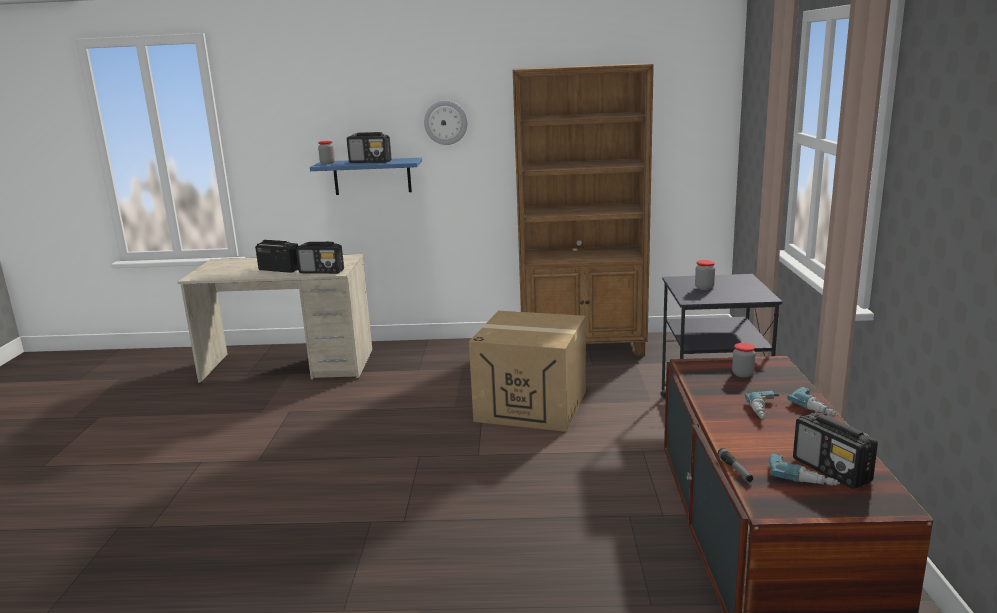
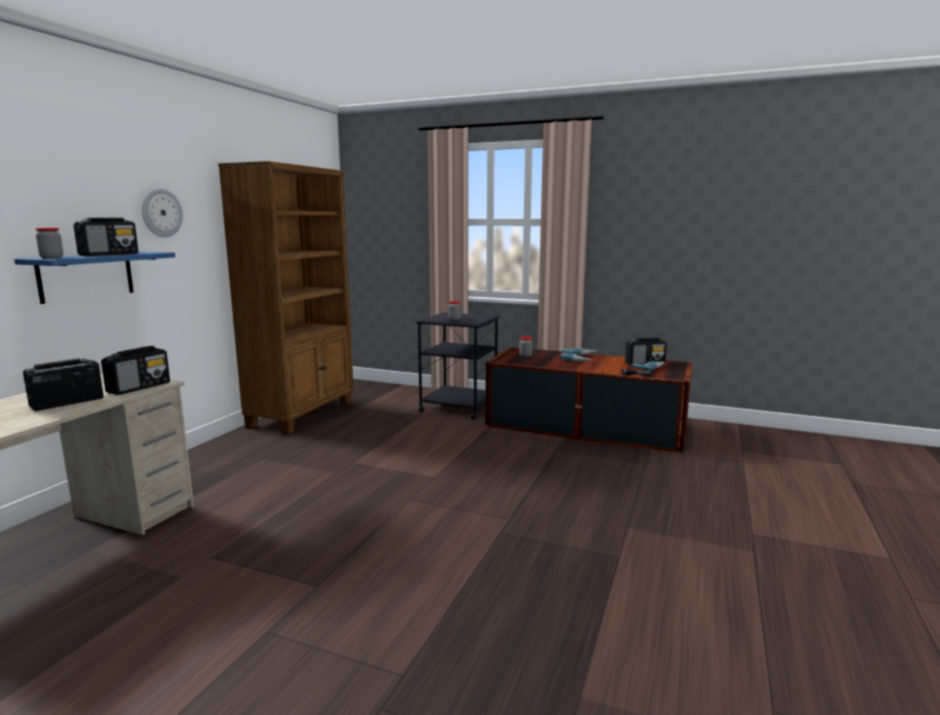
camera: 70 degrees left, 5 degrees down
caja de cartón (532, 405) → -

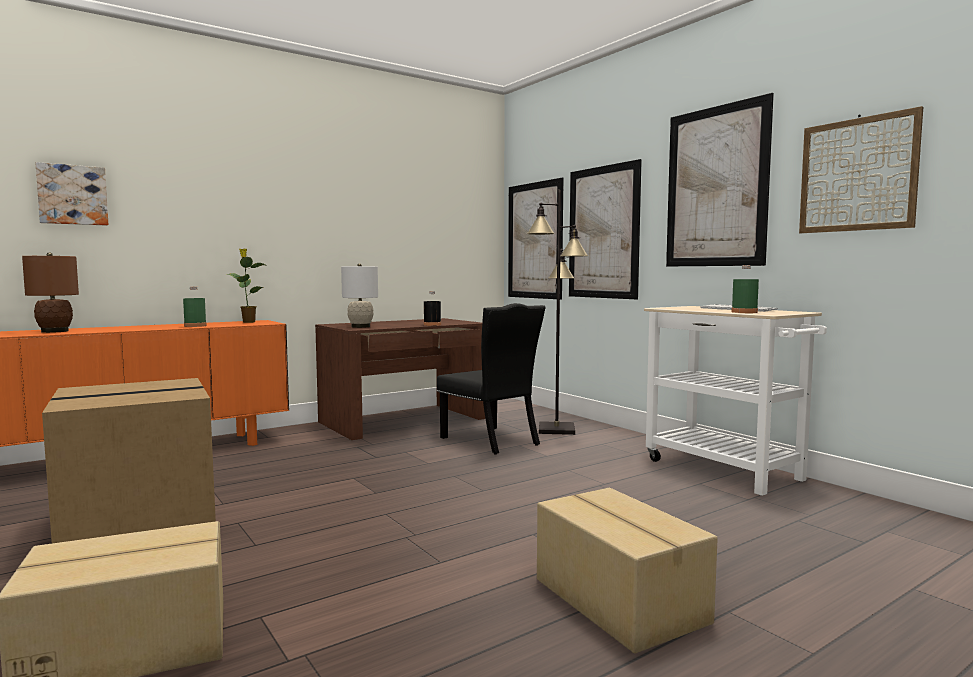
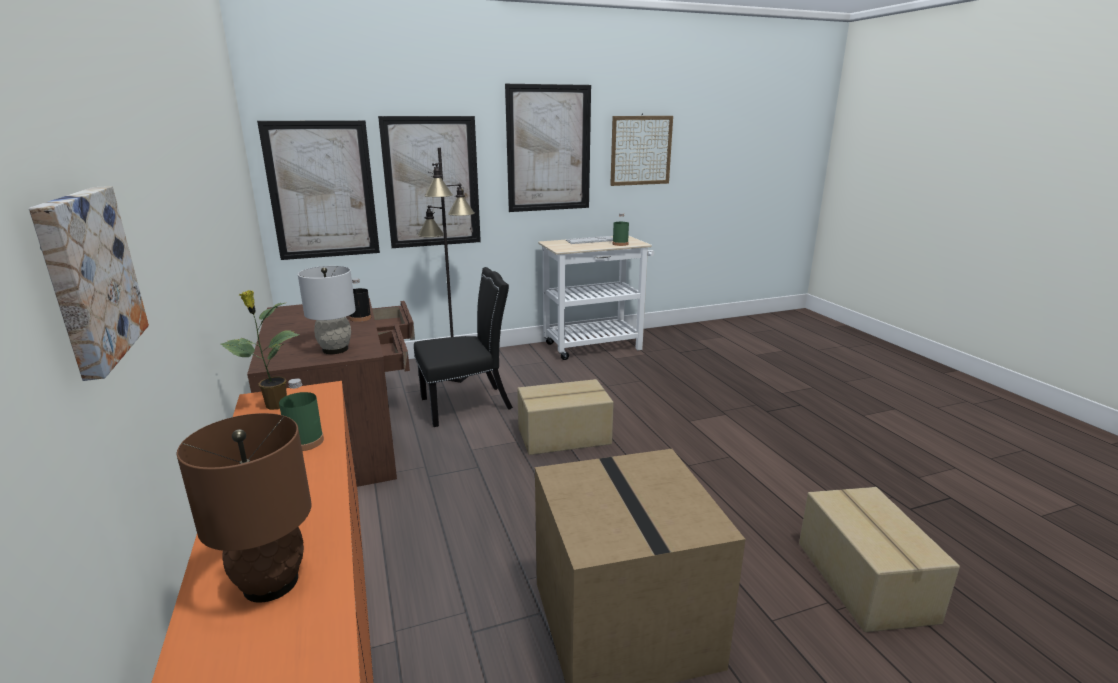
camera: 75 degrees left, 15 degrees up
caja de cartón (618, 601) → caja de cartón (564, 436), moved

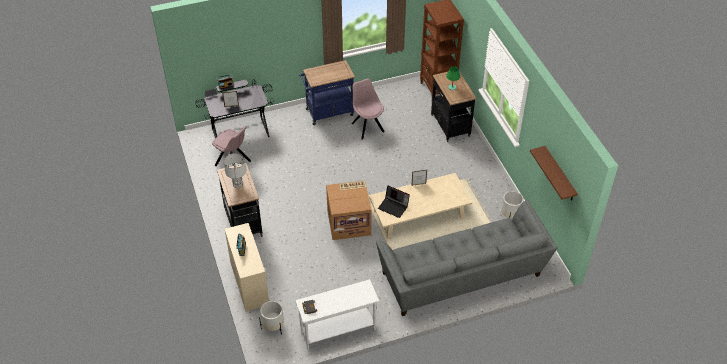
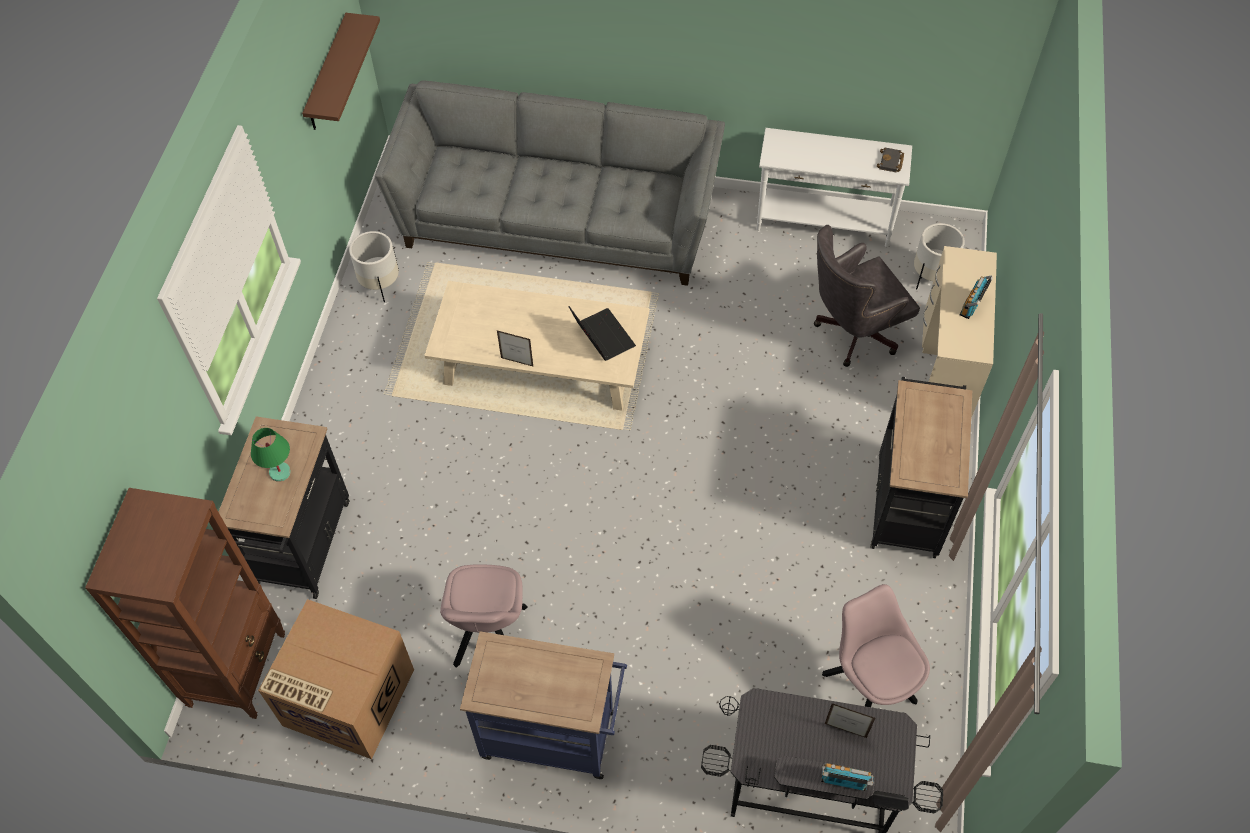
camera: 150 degrees left, 10 degrees up
lámpara de mesa [blanco] (238, 184) → -
- → silla de oficina [gris] (852, 335)
caja de cartón (349, 222) → caja de cartón (346, 698), moved

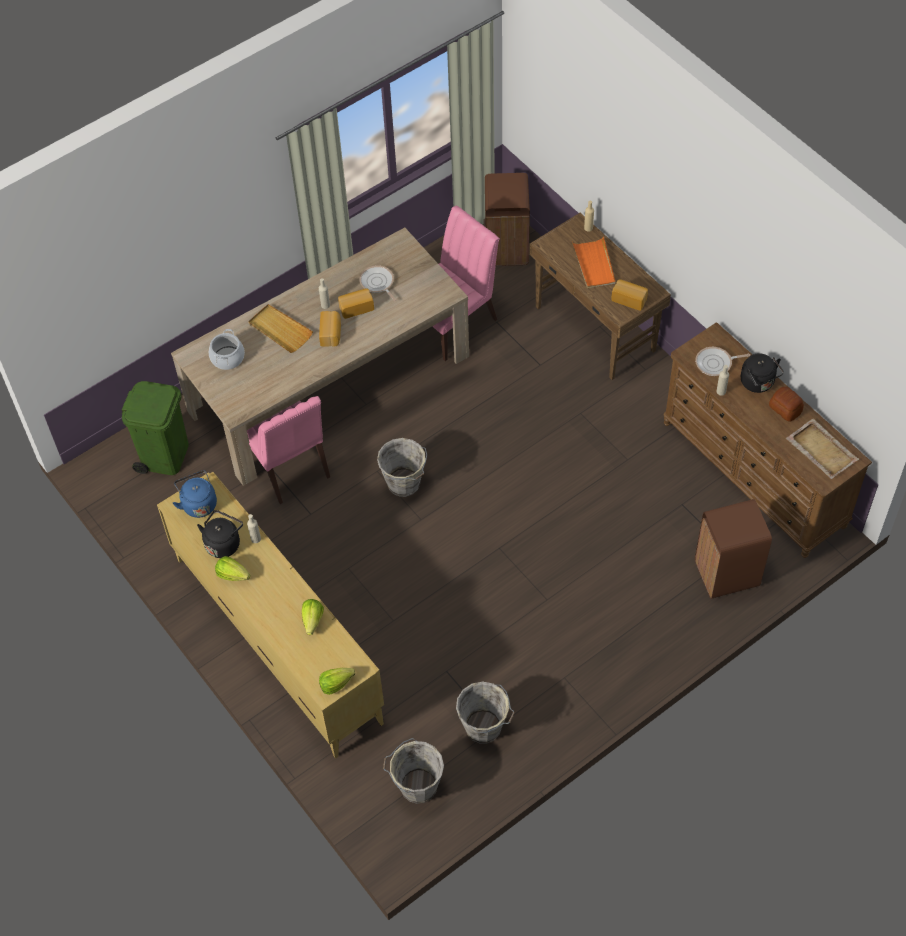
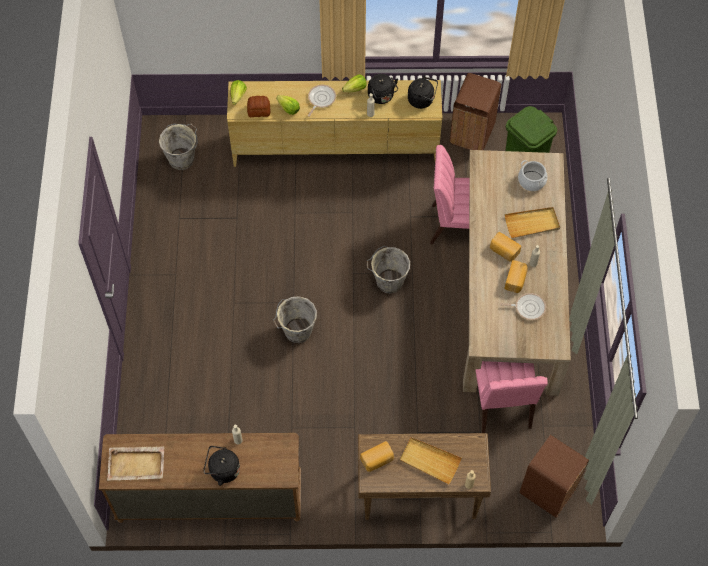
camera: 125 degrees right, 5 degrees up
cubo [gris] (484, 728) → cubo [gris] (297, 331), moved
sartén (716, 363) → sartén (320, 99), moved
papelera [marrón] (726, 573) → papelera [marrón] (472, 134), moved
pan (785, 408) → pan (259, 111), moved
hervidor [azul] (198, 503) → hervidor [negro] (422, 100)
bandeja [naranja] (594, 264) → bandeja [beis] (429, 461)

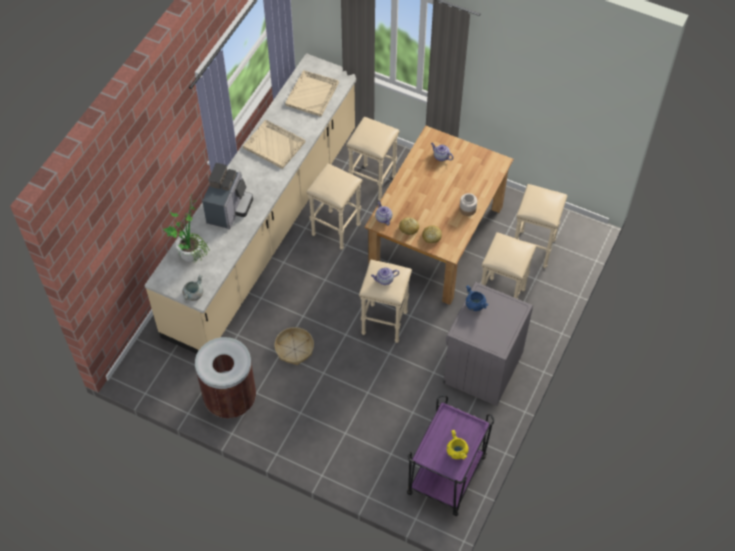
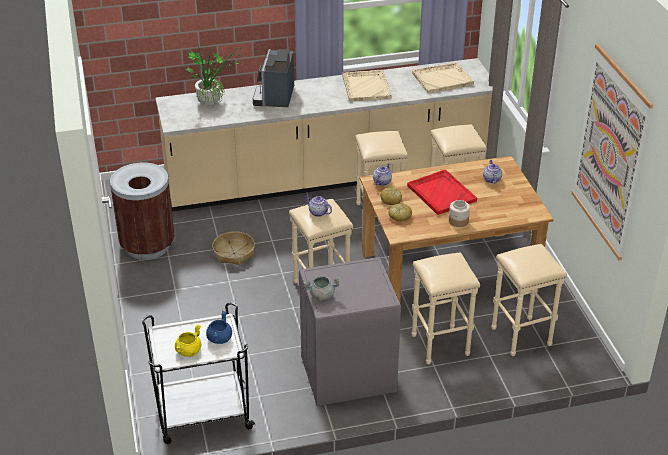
camera: 50 degrees right, 20 degrees down
- → bandeja [rojo] (441, 193)
- → cuadro (610, 152)
olla [gris] (193, 294) → olla [gris] (322, 295), moved
olla [azul] (475, 304) → olla [azul] (219, 338), moved
carrito [morado] (446, 476) → carrito [blanco] (202, 413)
cafetera (229, 209) → cafetera (275, 97), 120 degrees clockwise

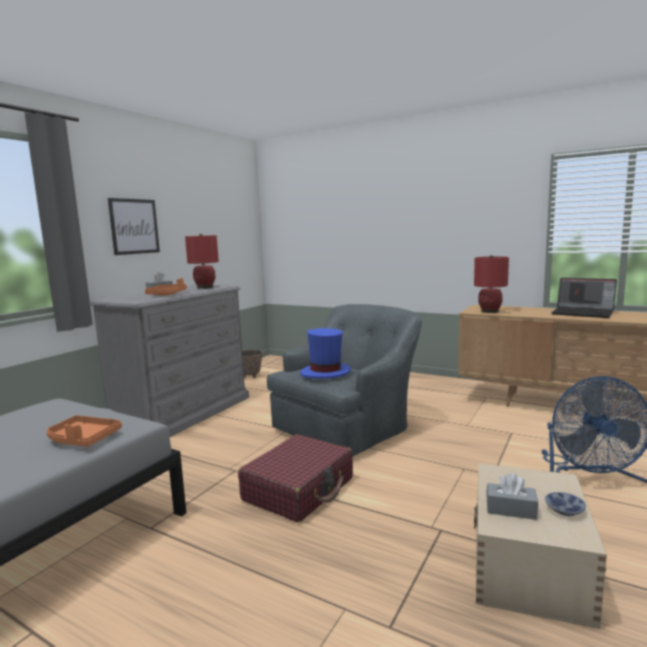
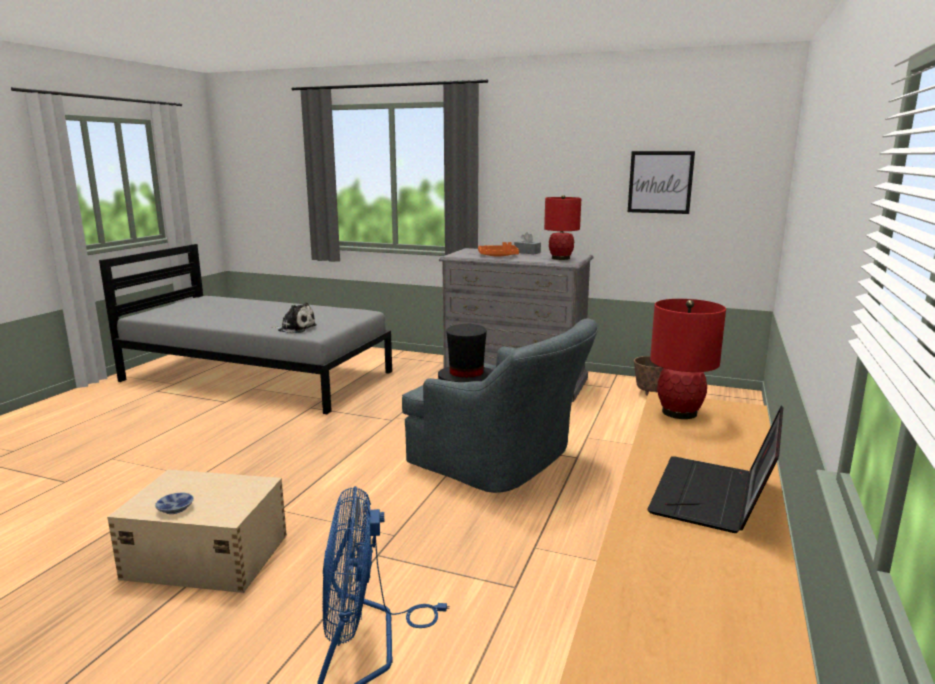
camera: 80 degrees right, 5 degrees up
maleta [rojo] (299, 489) → -
caja de pañuelos [gris] (511, 509) → -
cuadro (134, 226) → cuadro (660, 182), moved
bandeja [naranja] (83, 439) → peluche (295, 328)
sombrero [azul] (325, 373) → sombrero [negro] (466, 377)

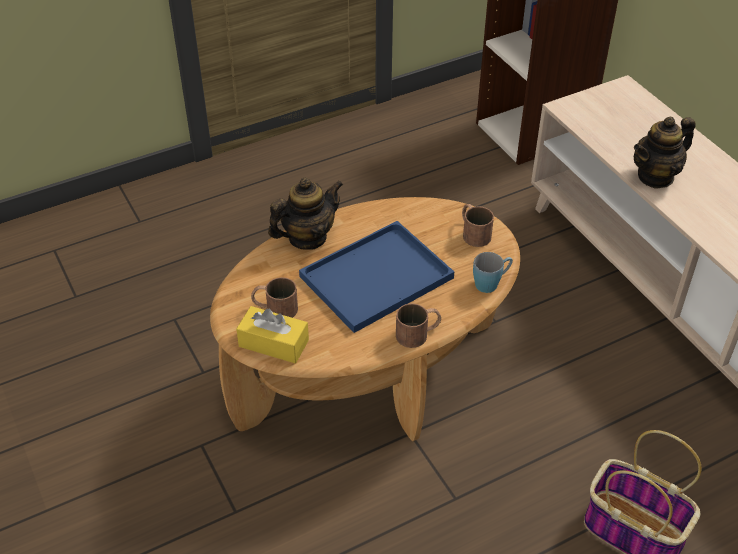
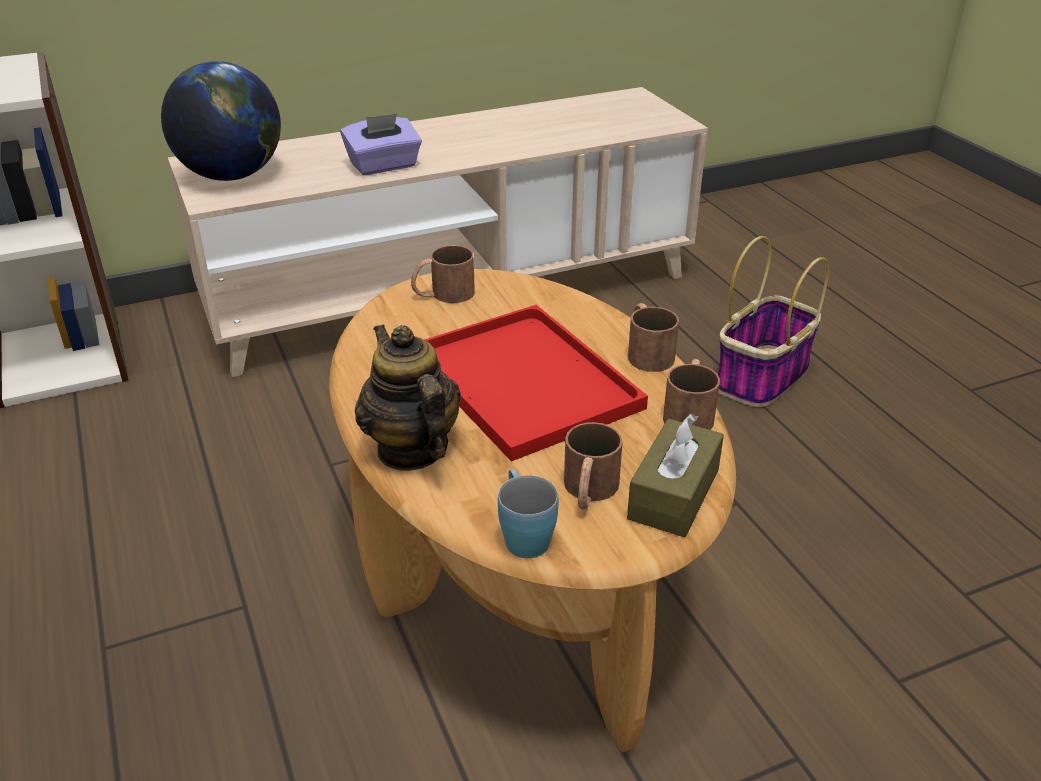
camera: 85 degrees left, 10 degrees down
- → globo terráqueo (232, 176)
- → taza grande [marrón] (689, 412)
taza grande [azul] (491, 283) → taza grande [azul] (523, 535), moved
tetera (655, 176) → caja de pañuelos [morado] (384, 166)
caja de pañuelos [amarillo] (273, 343) → caja de pañuelos [marrón] (674, 494)
bandeja [azul] (377, 275) → bandeja [rojo] (520, 380)

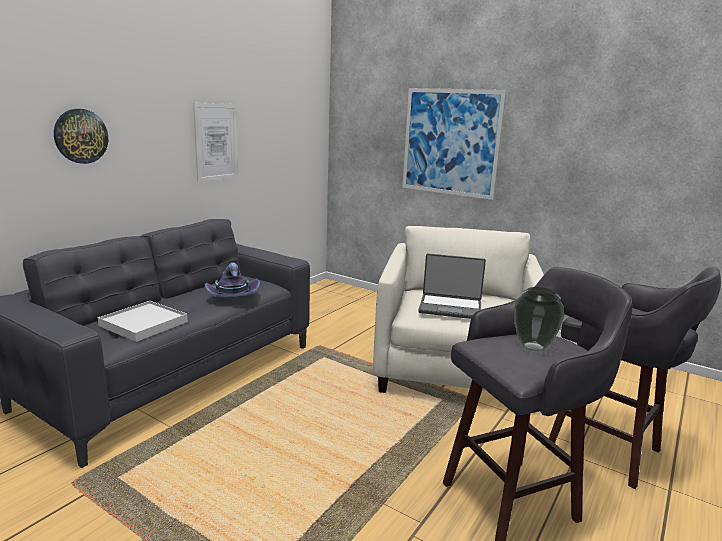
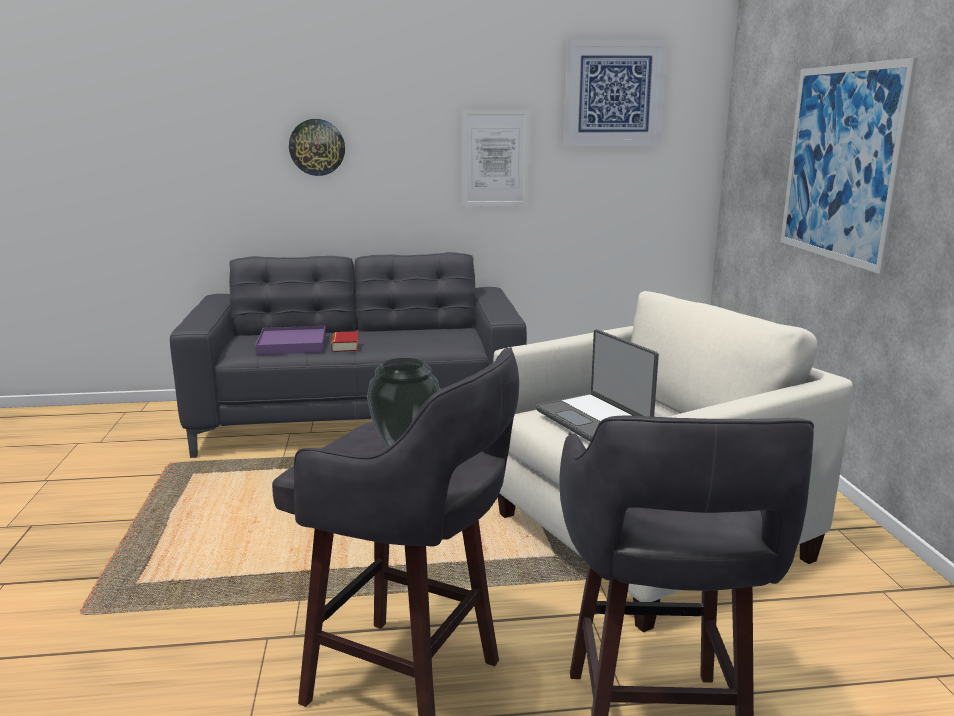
camera: 50 degrees right, 0 degrees up
sombrero [morado] (232, 297) → -
- → libro (345, 346)
- → cuadro (613, 93)
bandeja [blanco] (143, 324) → bandeja [morado] (292, 344)

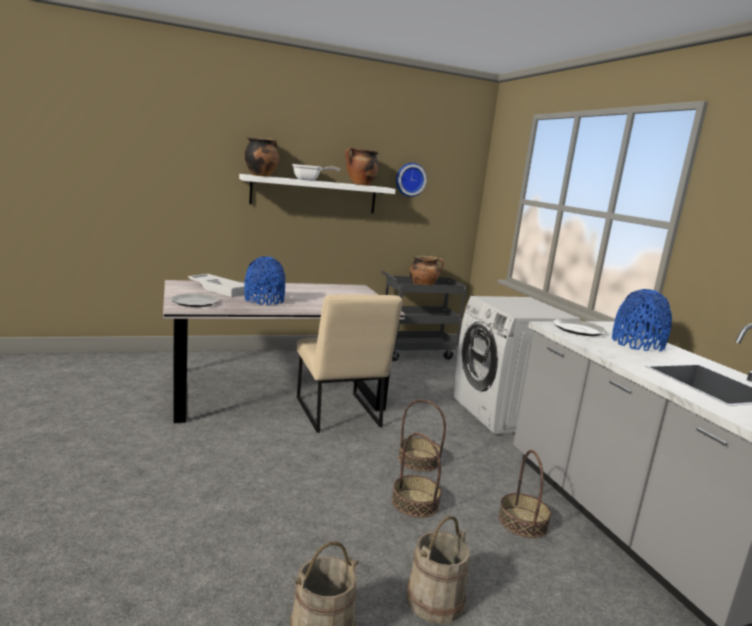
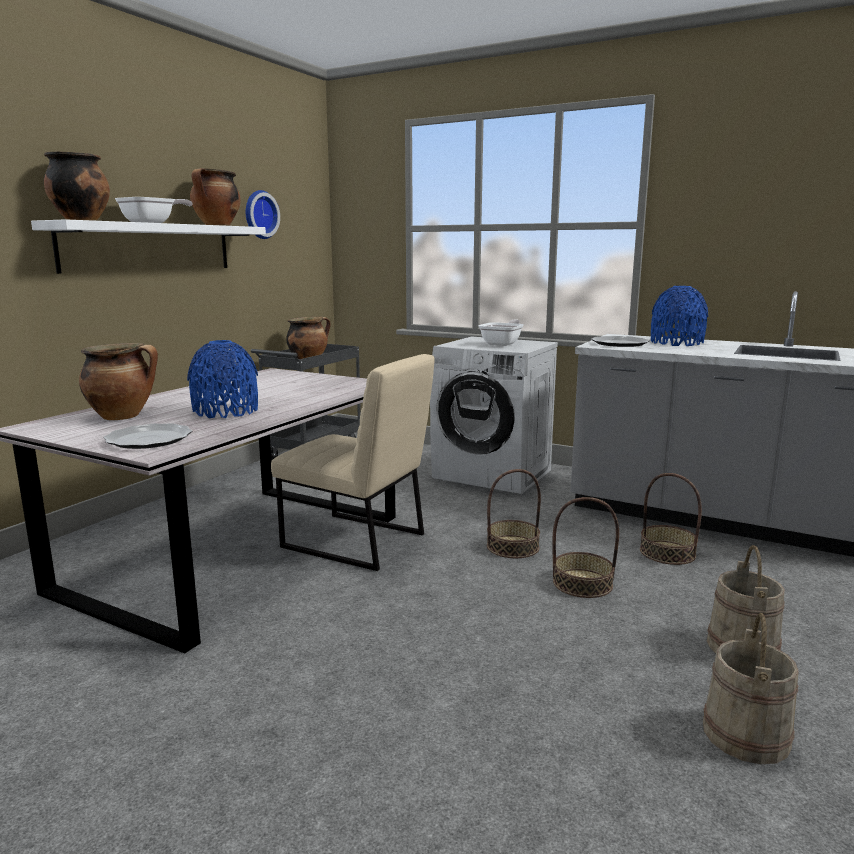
camera: 40 degrees left, 0 degrees up
- → sartén (503, 344)
bandeja [blanco] (220, 289) → olla (123, 416)

